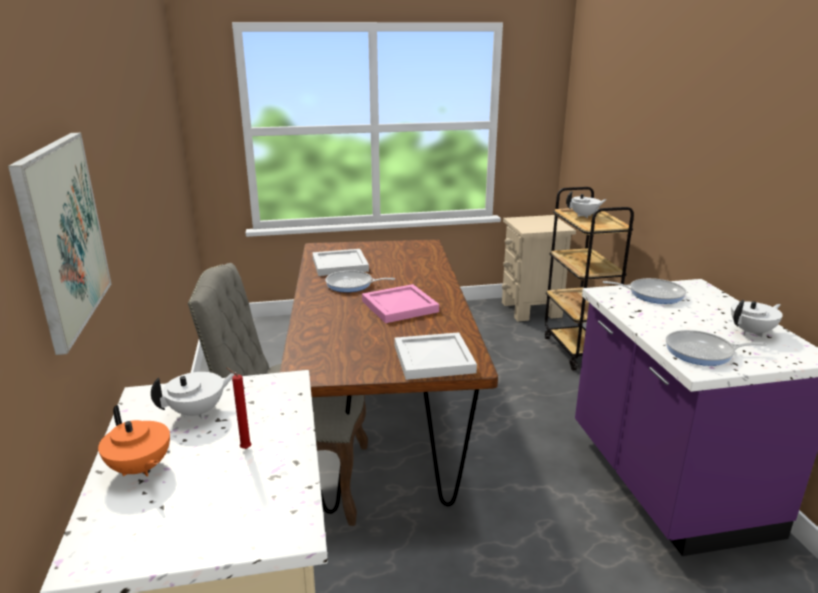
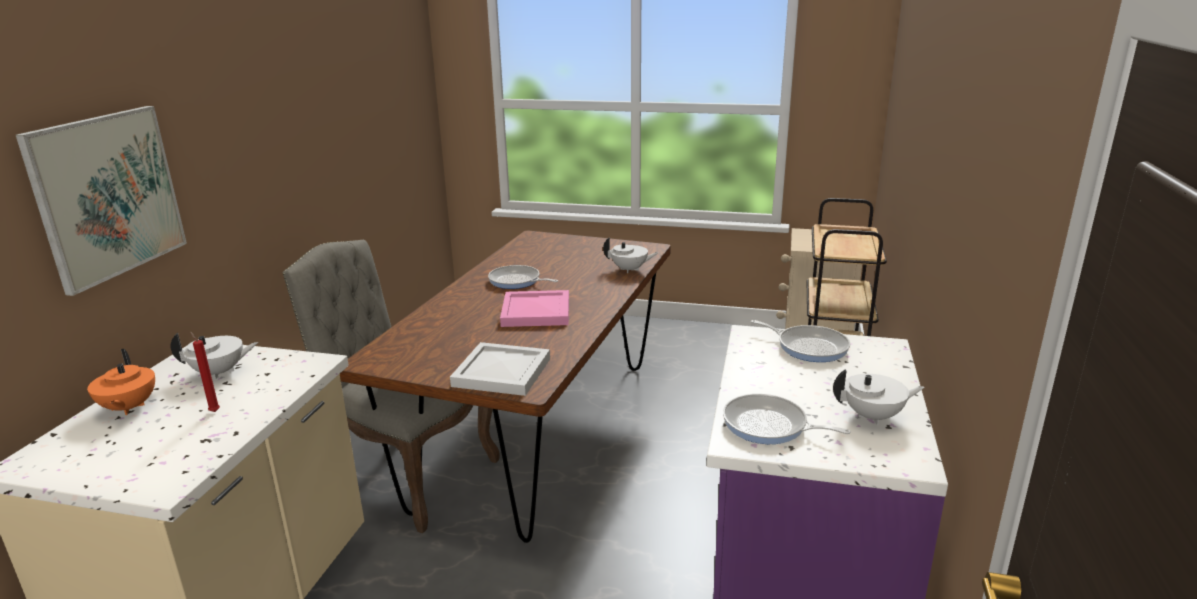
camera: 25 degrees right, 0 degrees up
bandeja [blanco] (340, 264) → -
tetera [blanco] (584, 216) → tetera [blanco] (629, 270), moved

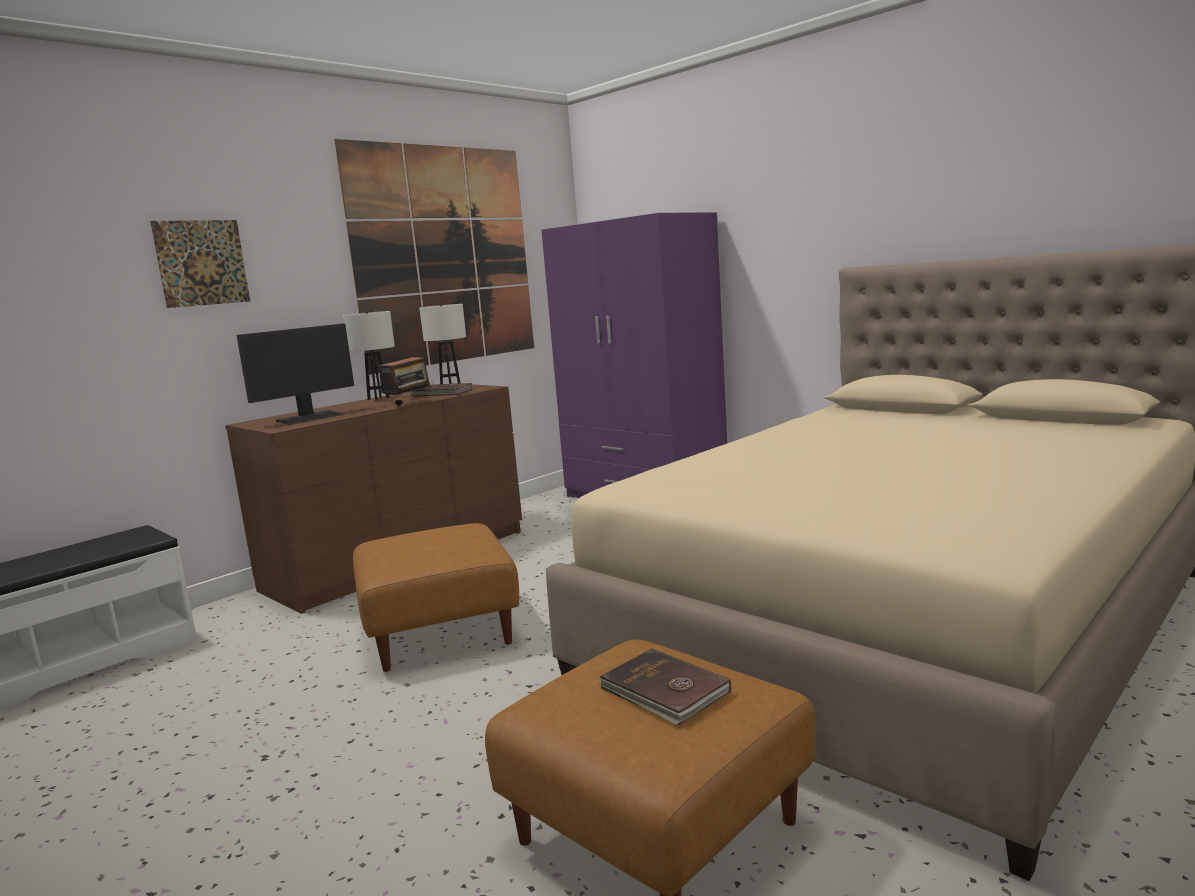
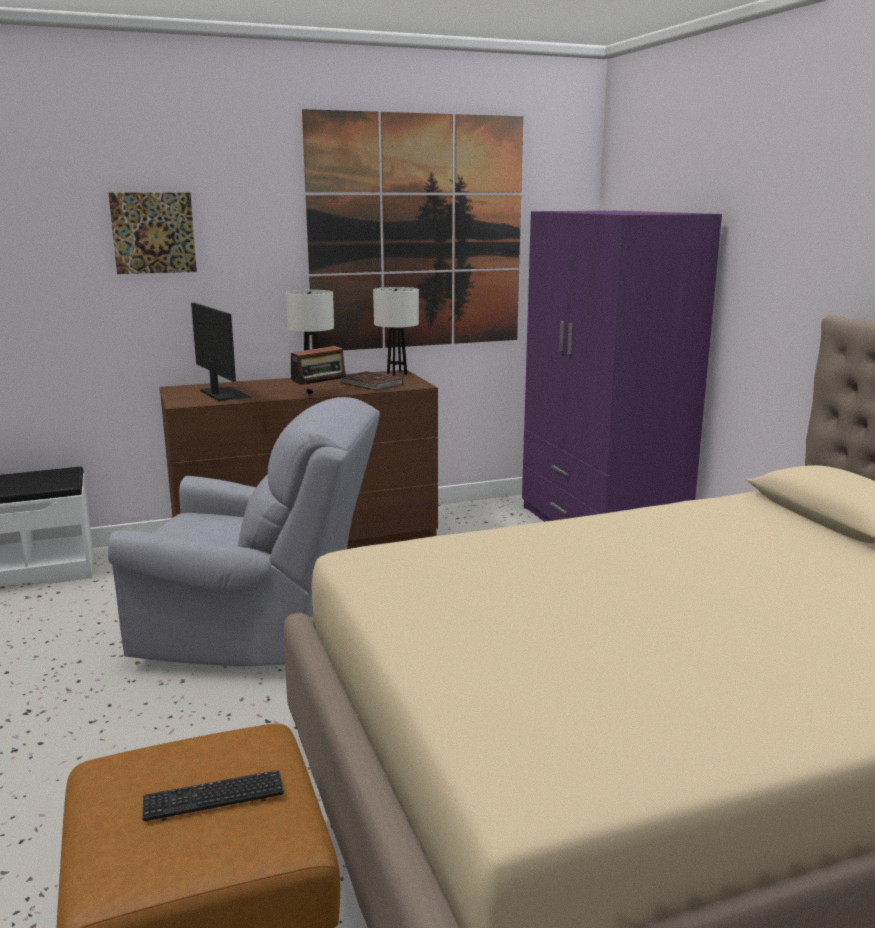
camera: 25 degrees right, 5 degrees up
puf [marrón] (441, 632) → sillón [gris] (260, 634)
libro [marrón] (664, 691) → teclado (214, 798)
monitor (311, 418) → monitor (223, 394), 105 degrees counterclockwise

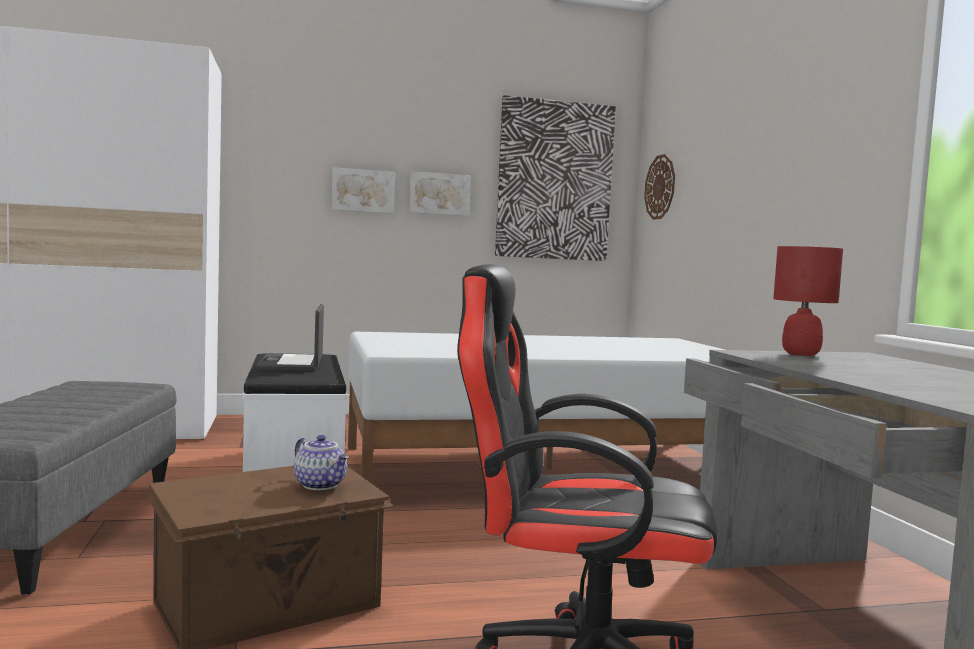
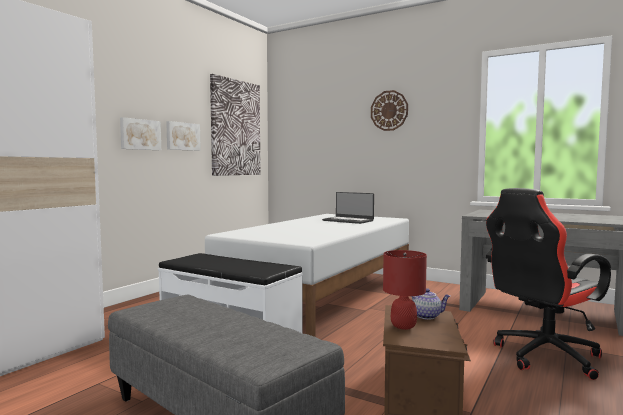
camera: 45 degrees left, 0 degrees up
portátil (292, 363) → portátil (348, 220), moved
reloj de pared (660, 187) → reloj de pared (389, 110), moved
lámpara de mesa [rojo] (799, 354) → lámpara de mesa [rojo] (402, 327), moved

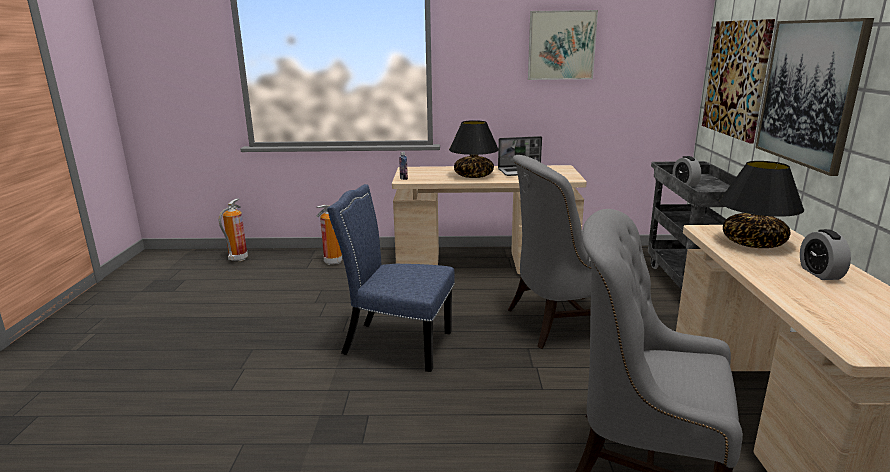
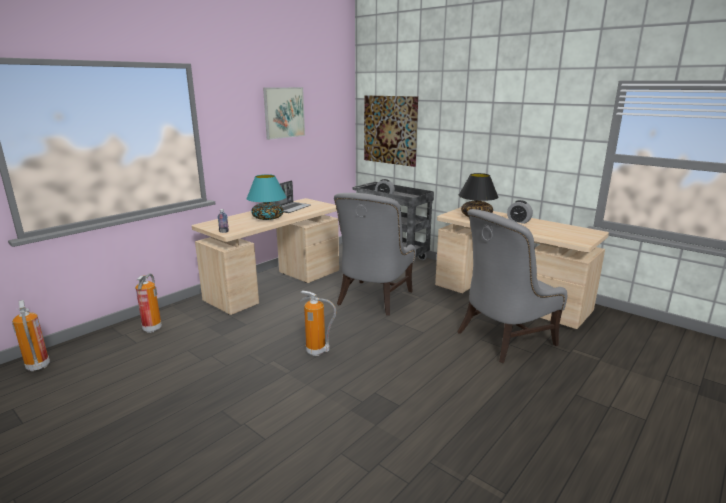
camera: 50 degrees left, 0 degrees up
cuadro (809, 92) → -
silla [azul] (399, 345) → extintor (317, 352)
lámpara de mesa [negro] (473, 176) → lámpara de mesa [turquesa] (267, 218)

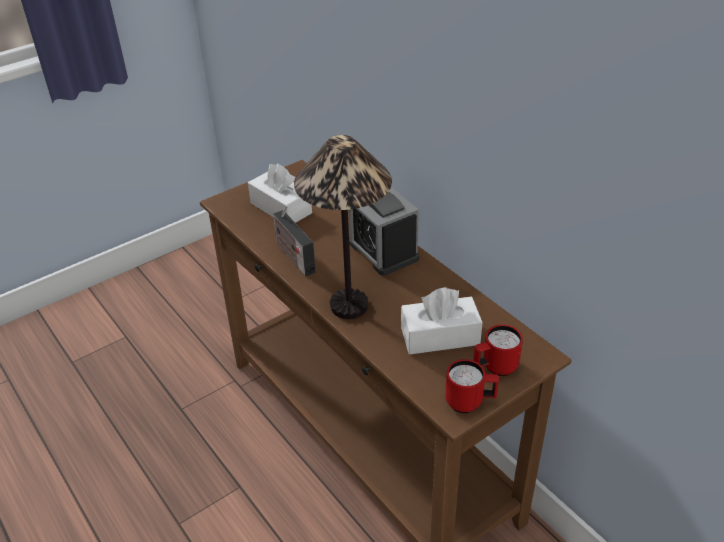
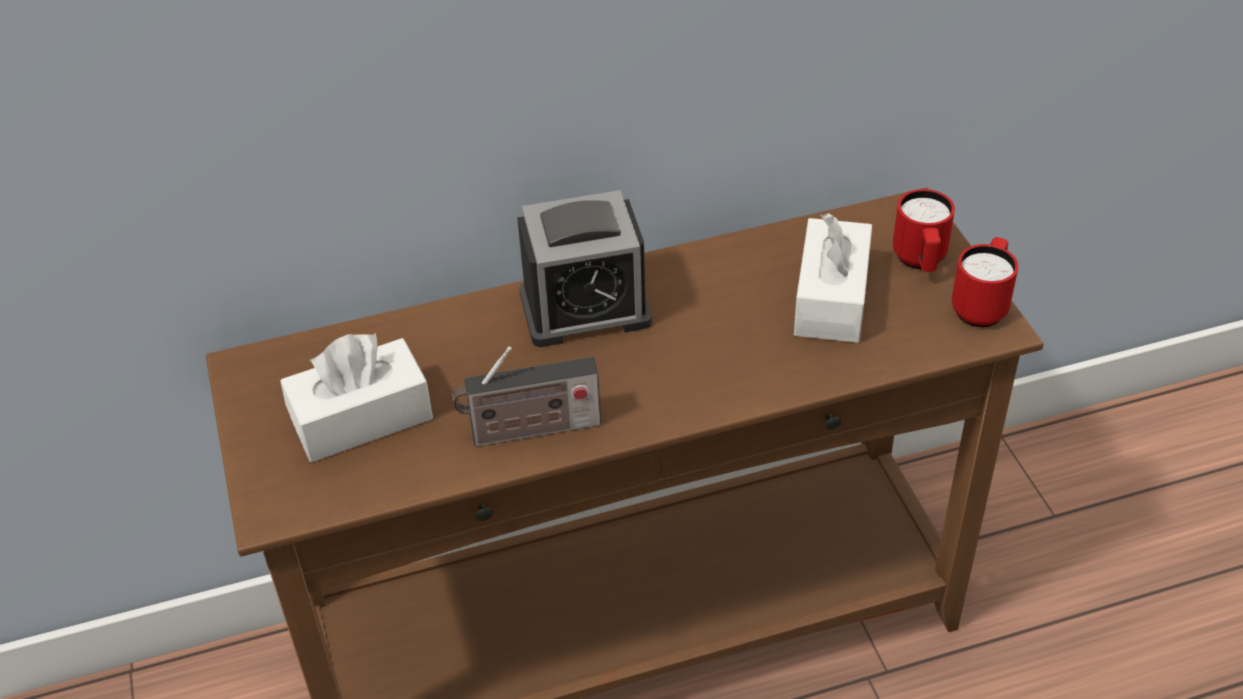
camera: 70 degrees left, 5 degrees up
lámpara de mesa (349, 305) → -

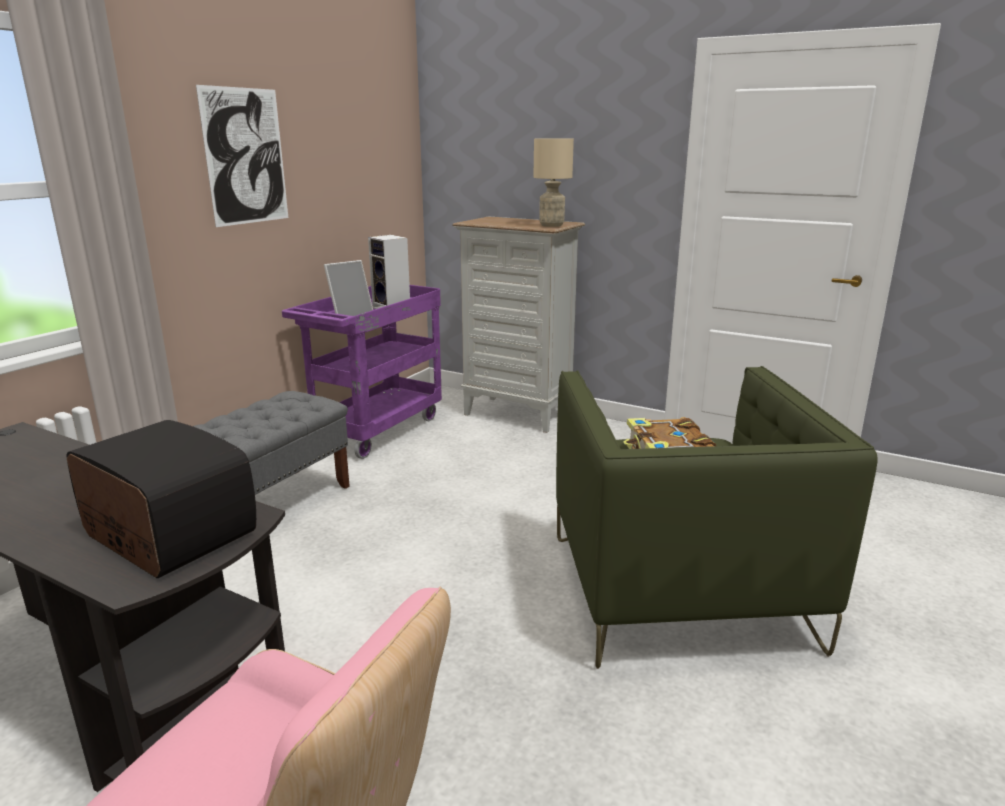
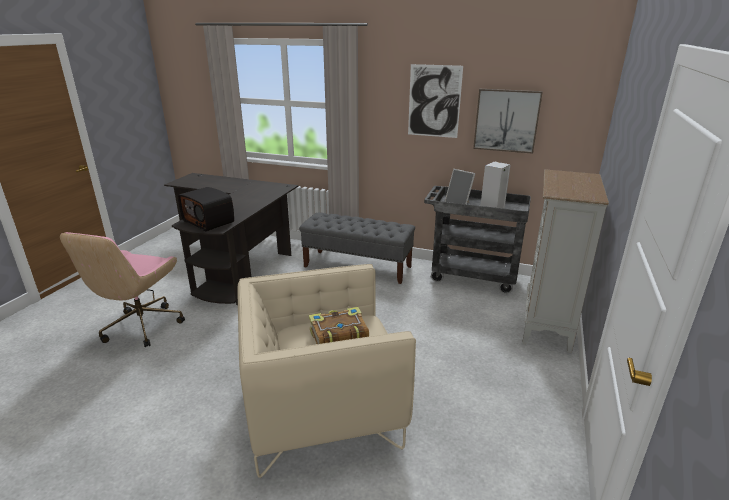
camera: 80 degrees right, 5 degrees up
lámpara de mesa [beis] (551, 225) → -
- → cuadro (506, 120)
carrito [morado] (375, 435) → carrito [negro] (469, 279)
sillón [verde] (677, 589) → sillón [beis] (323, 410)
radio (167, 535) → radio (209, 221), 105 degrees clockwise

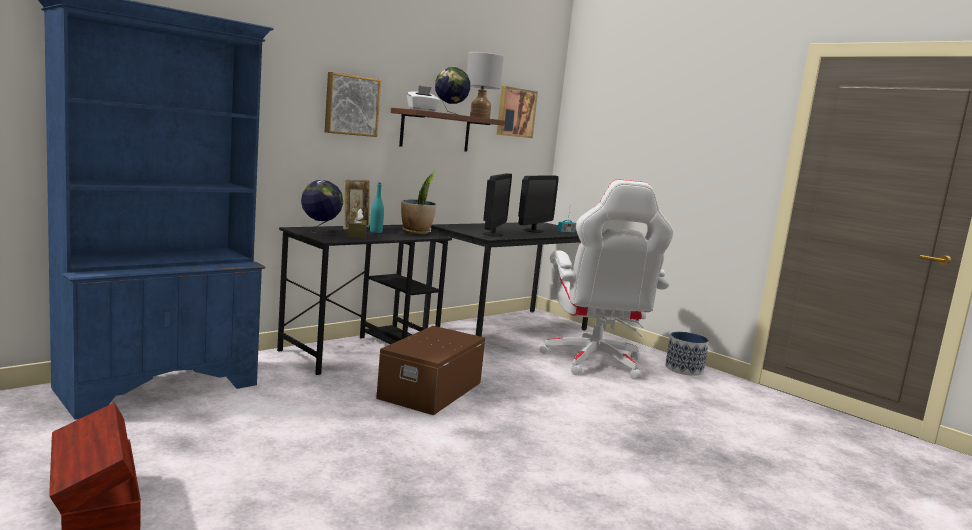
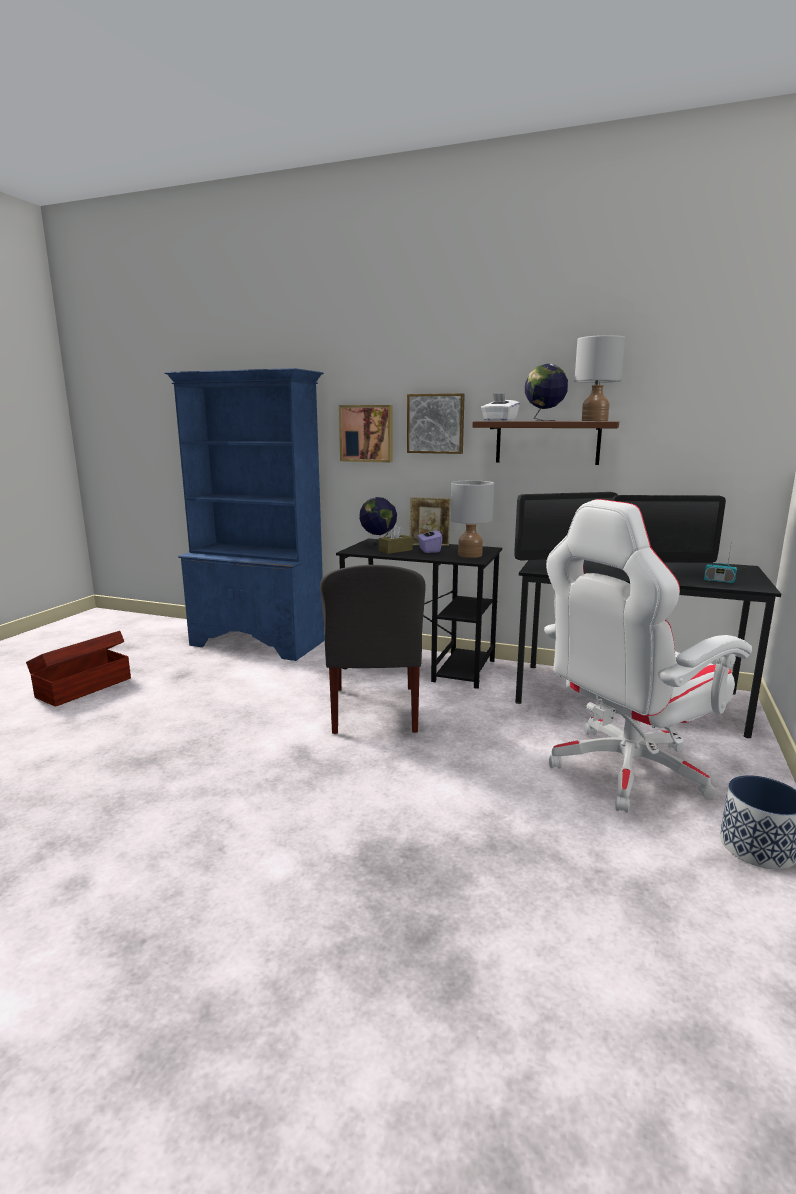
camera: 65 degrees right, 5 degrees up
cuadro (515, 112) → cuadro (367, 433), moved
botella [turquesa] (376, 232) → caja de pañuelos [morado] (429, 550)
caja de almacenaje [marrón] (429, 390) → silla [gris] (374, 711)
planta en maceta (416, 232) → lámpara de mesa [gris] (470, 555)

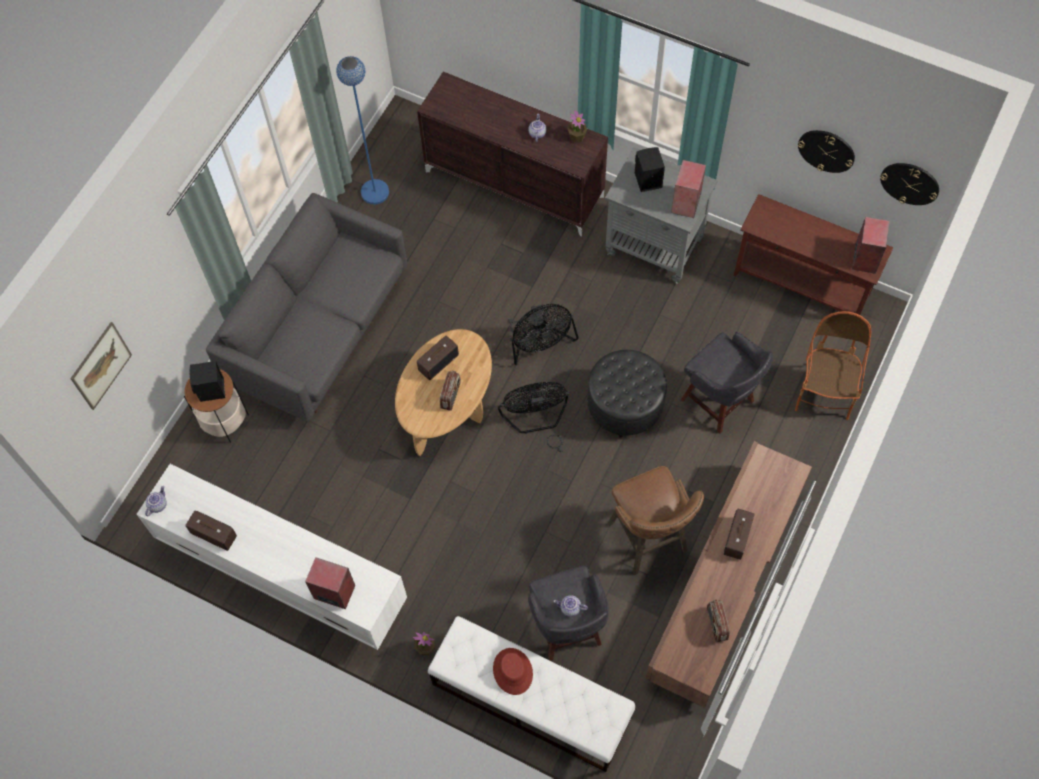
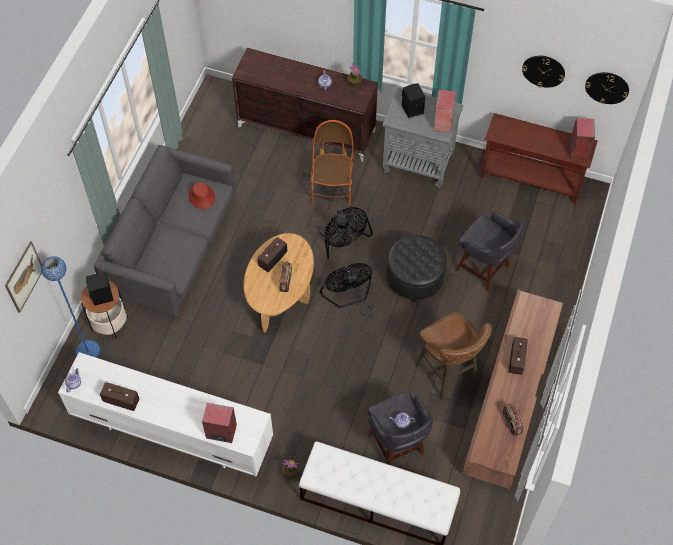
camera: 10 degrees left, 5 degrees down
lámpara de pie [azul] (375, 192) → lámpara de pie [azul] (88, 352), moved
sombrero [rojo] (512, 671) → sombrero [rojo] (201, 197), moved
sillón (824, 391) → sillón (332, 188), moved

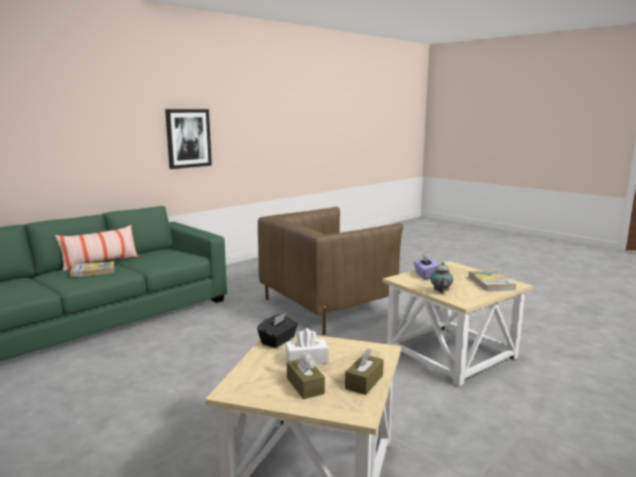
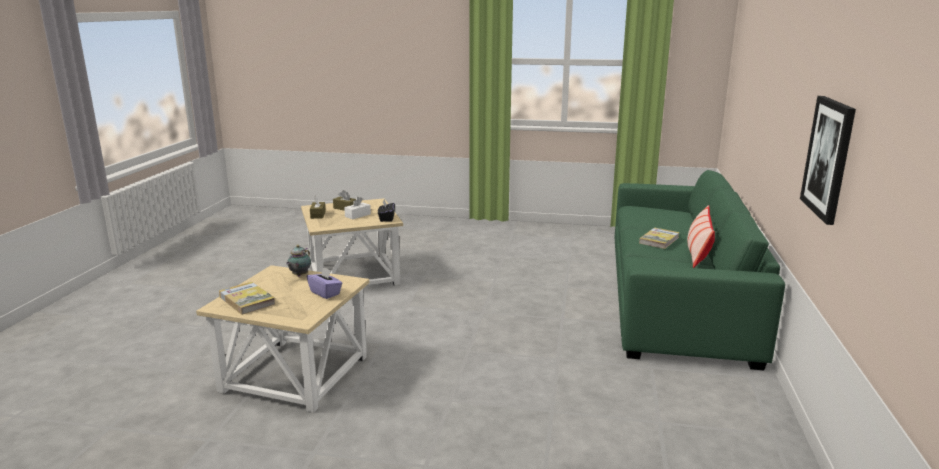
camera: 145 degrees right, 5 degrees up
sillón [marrón] (327, 306) → -
tetera (440, 292) → tetera (299, 275), 135 degrees counterclockwise

